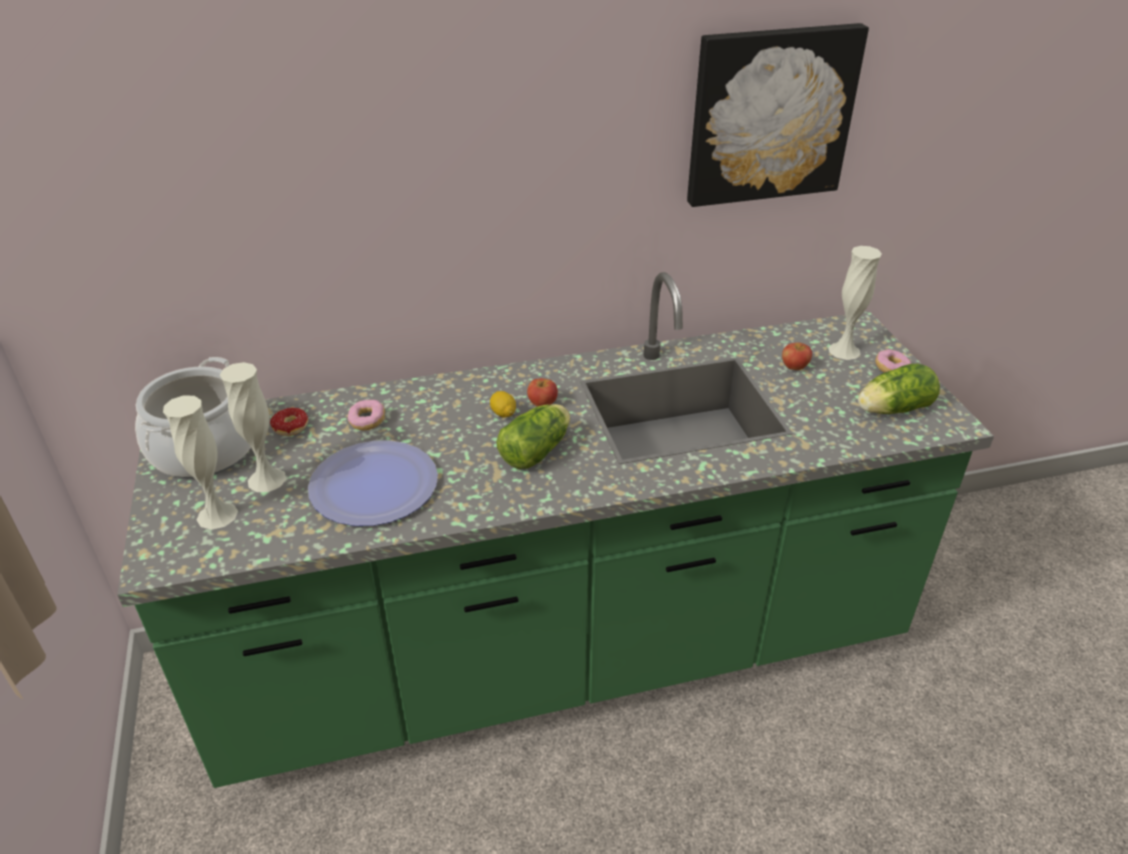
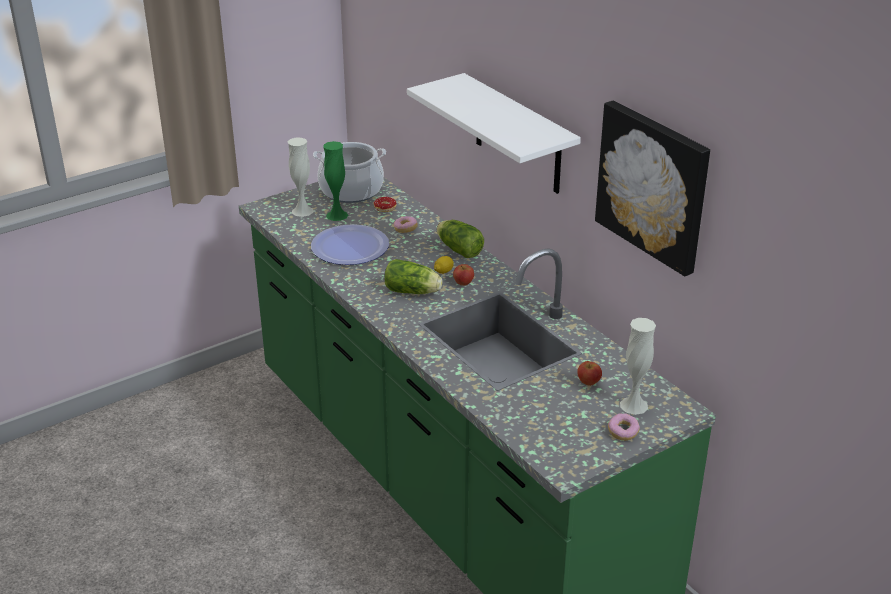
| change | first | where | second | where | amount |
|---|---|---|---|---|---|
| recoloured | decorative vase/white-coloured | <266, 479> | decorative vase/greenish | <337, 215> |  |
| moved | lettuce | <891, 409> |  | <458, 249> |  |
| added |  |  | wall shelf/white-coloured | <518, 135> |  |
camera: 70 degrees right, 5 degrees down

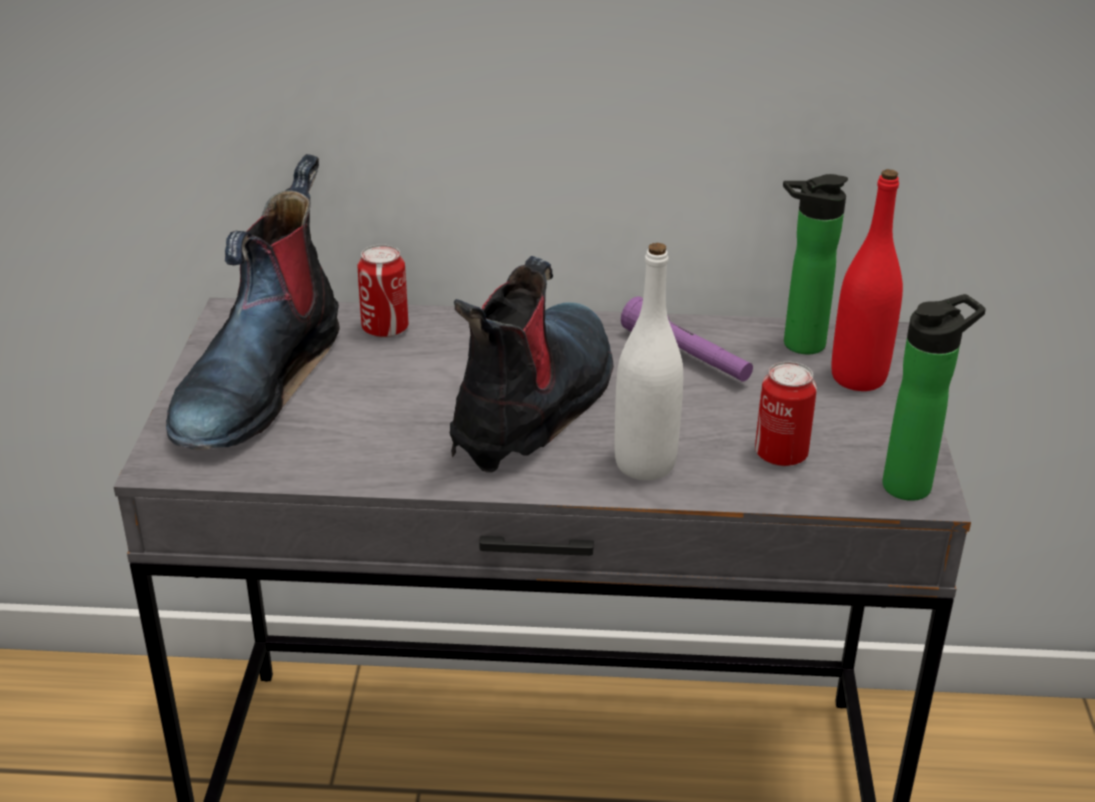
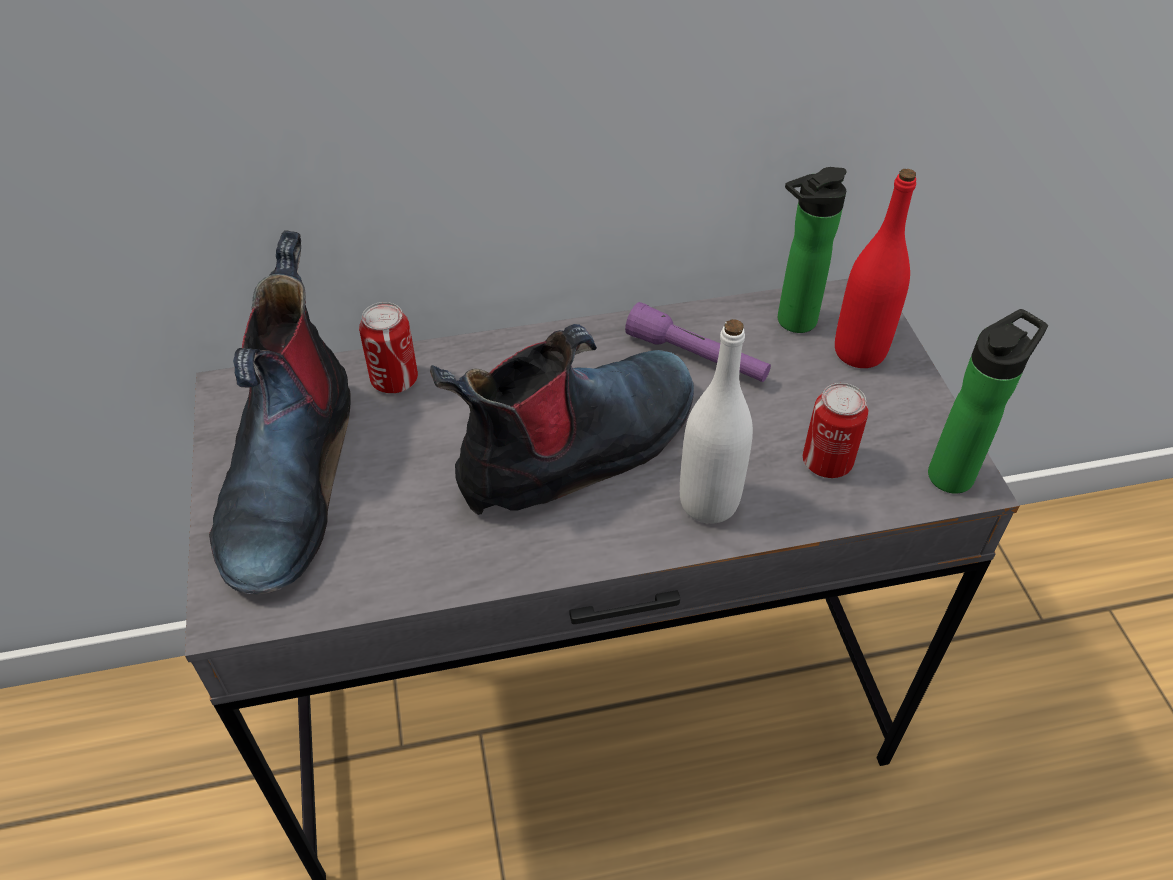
| change | first | where | second | where | amount |
|---|---|---|---|---|---|
| turned | boot | <535, 406> |  | <578, 450> | 45 degrees clockwise |
camera: 15 degrees left, 15 degrees up

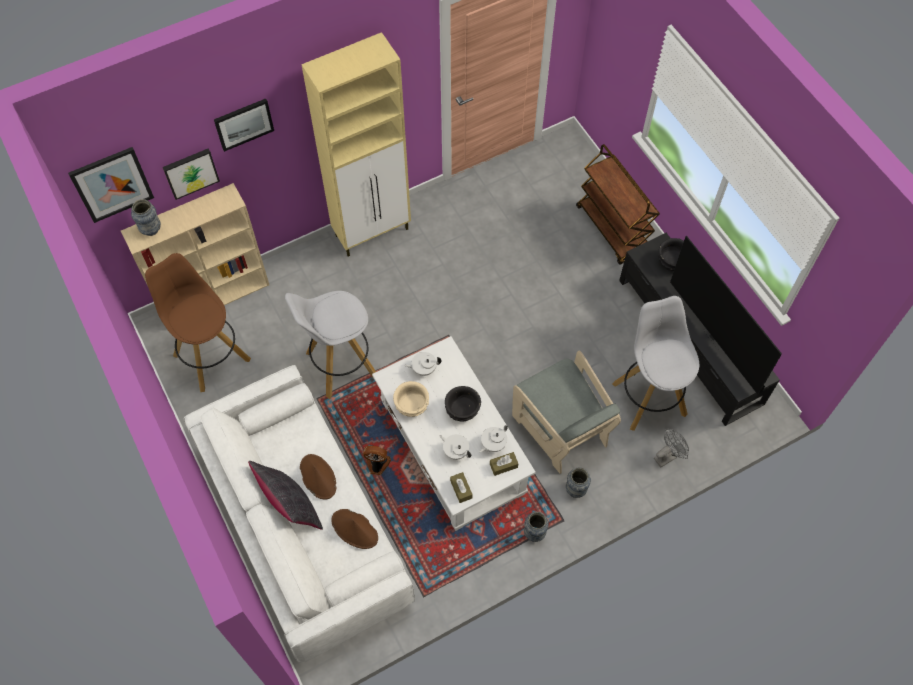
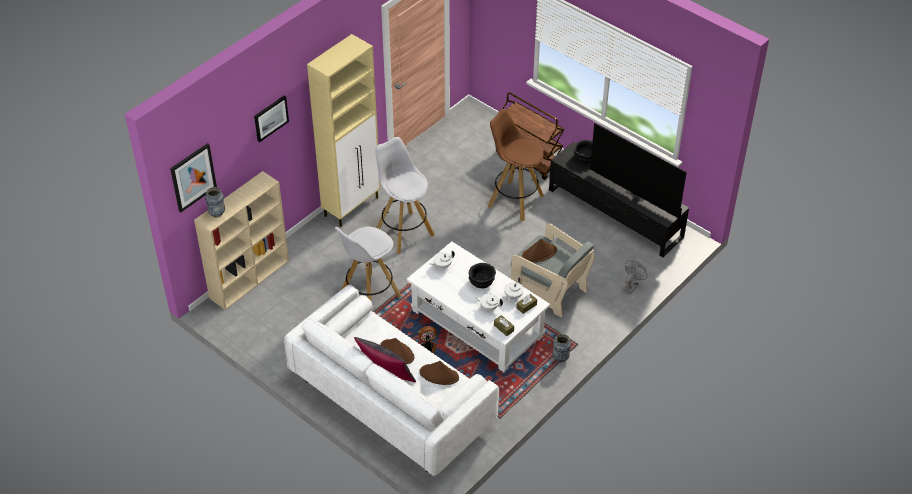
| change | first | where | second | where | amount |
|---|---|---|---|---|---|
| removed | picture | <190, 172> |  |  |  |
| moved | stool/brown | <211, 356> |  | <514, 200> |  |
| moved | stool/white-coloured | <648, 397> |  | <404, 232> |  |
| removed | deep dish/sand-coloured | <411, 405> |  |  |  |
| removed | decorative vase | <575, 490> |  |  |  |
| added |  |  | hat/brown | <539, 253> |  |
camera: 20 degrees left, 15 degrees down

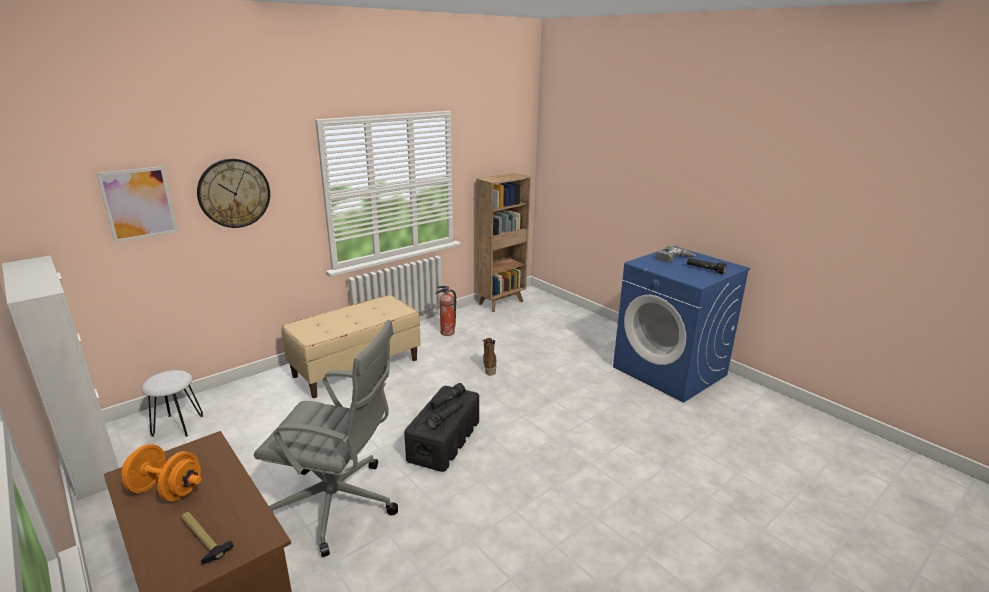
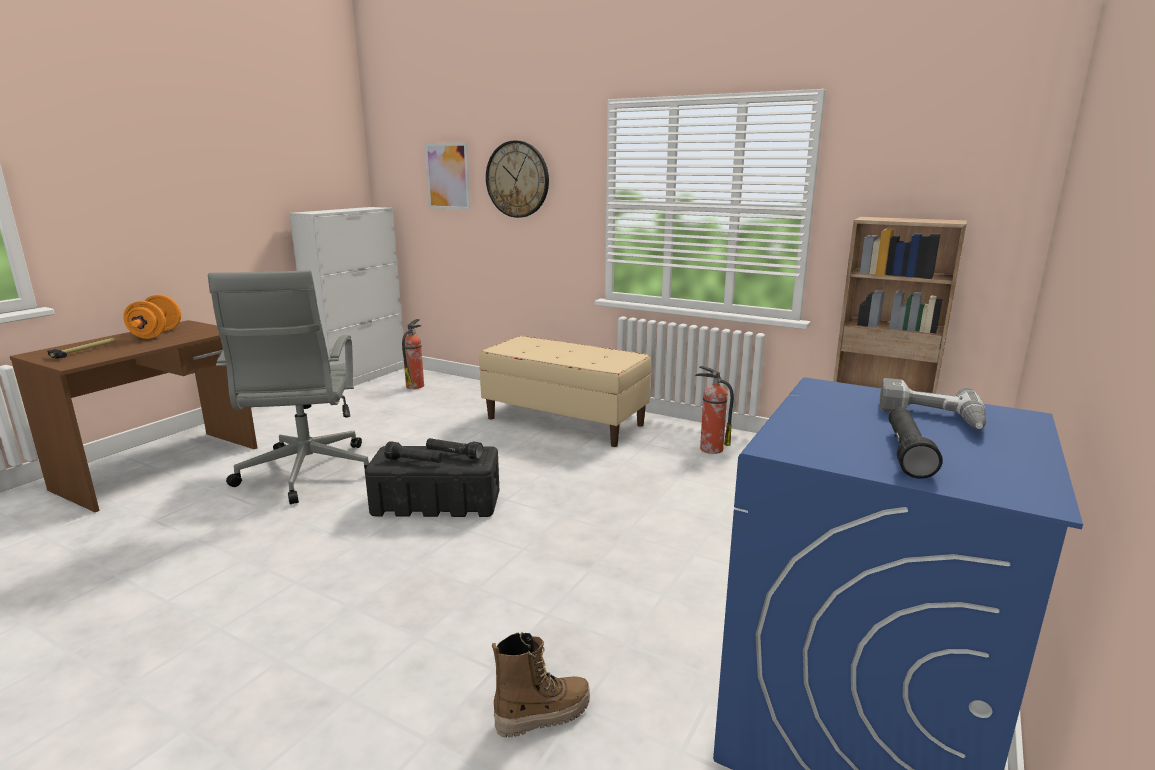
| change | first | where | second | where | amount |
|---|---|---|---|---|---|
| moved | boot | <489, 366> |  | <543, 714> |  |
| replaced | stool/white-coloured | <178, 425> | fire extinguisher | <415, 386> |  |
camera: 70 degrees right, 5 degrees down

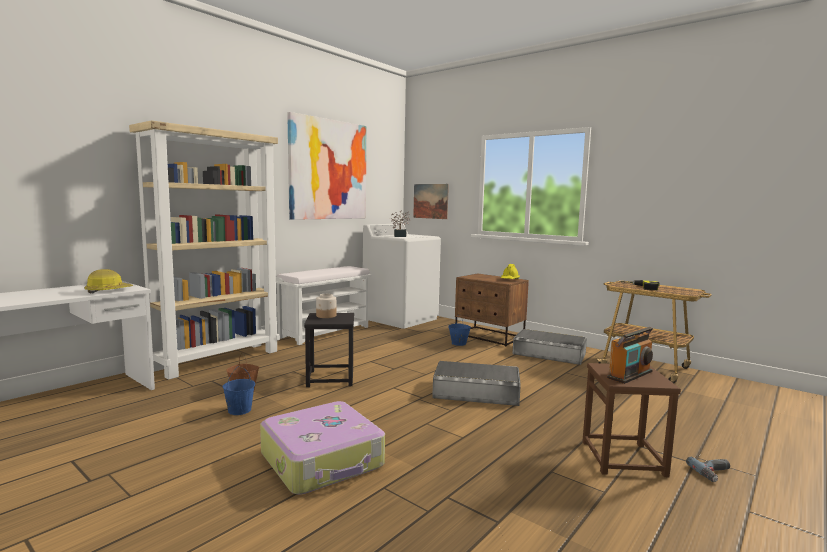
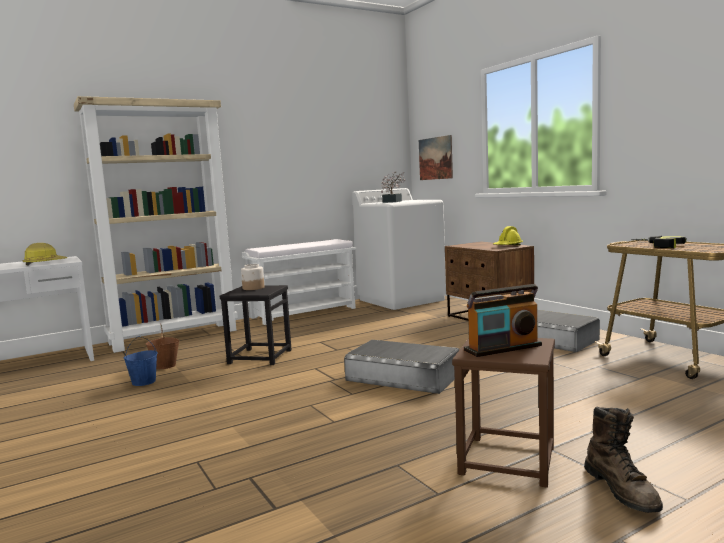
| change | first | where | second | where | amount |
|---|---|---|---|---|---|
| removed | picture | <328, 170> |  |  |  |
| removed | pail/blue | <458, 343> |  |  |  |
| removed | piece of luggage | <323, 460> |  |  |  |
| replaced | drill | <714, 473> | boot/brown | <622, 490> |  |
camera: 20 degrees right, 0 degrees up

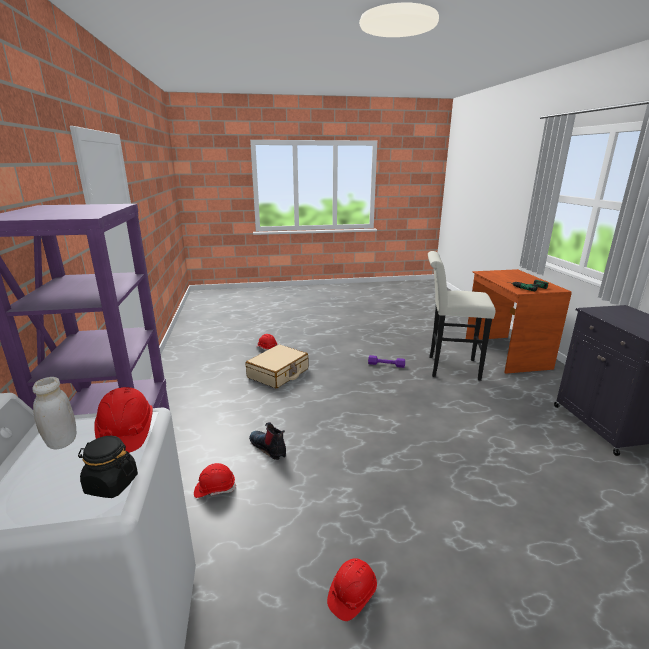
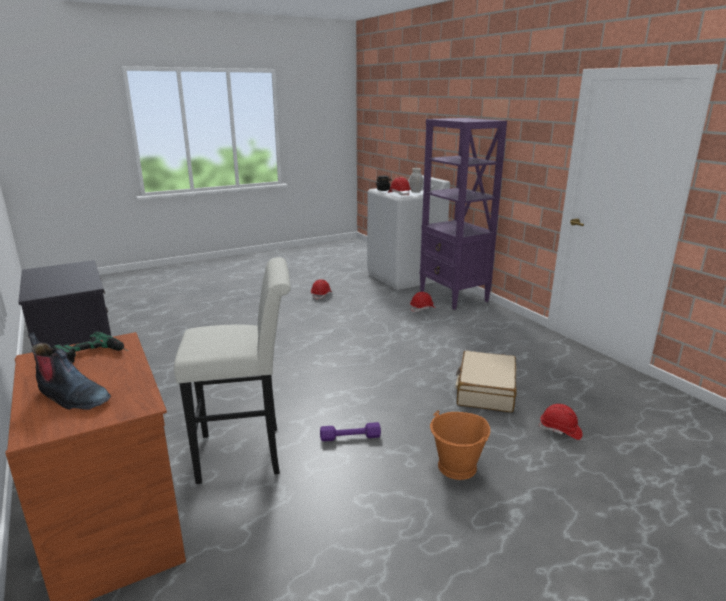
| change | first | where | second | where | amount |
|---|---|---|---|---|---|
| moved | boot | <269, 448> |  | <71, 397> |  |
| added |  |  | pail/orangey | <457, 467> |  |
camera: 160 degrees right, 0 degrees up

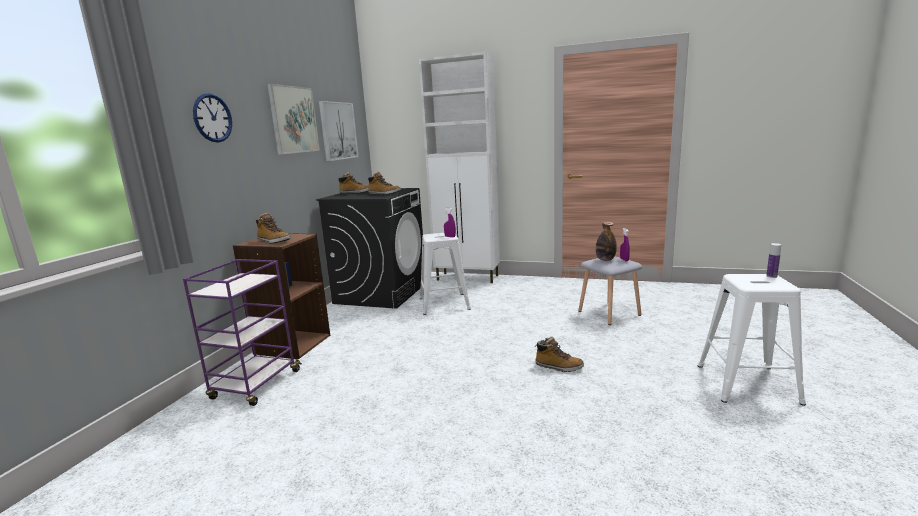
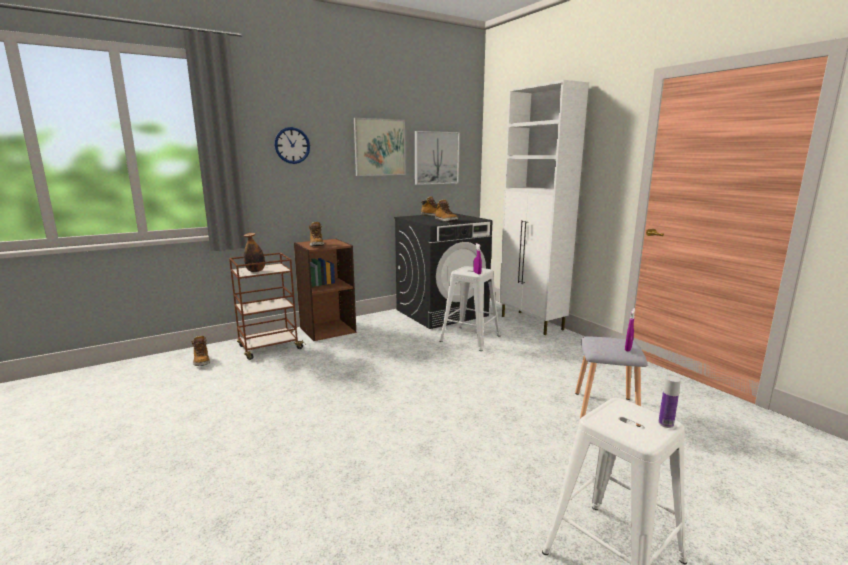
| change | first | where | second | where | amount |
|---|---|---|---|---|---|
| moved | bottle | <605, 259> |  | <255, 271> |  |
| recoloured | trolley/purple-coloured | <255, 385> | trolley/brown | <269, 348> |  |
| moved | boot | <558, 367> |  | <201, 361> |  |
camera: 40 degrees right, 0 degrees up

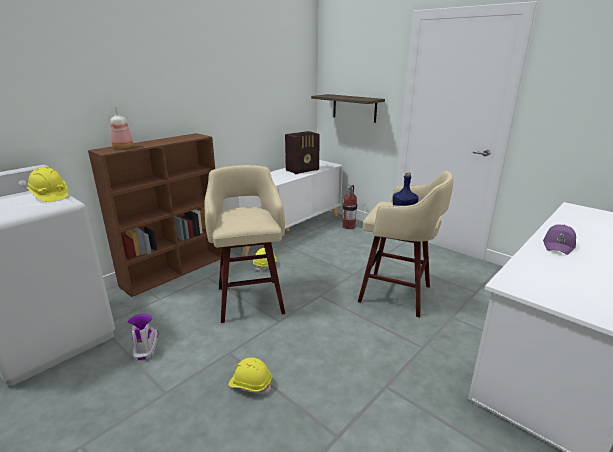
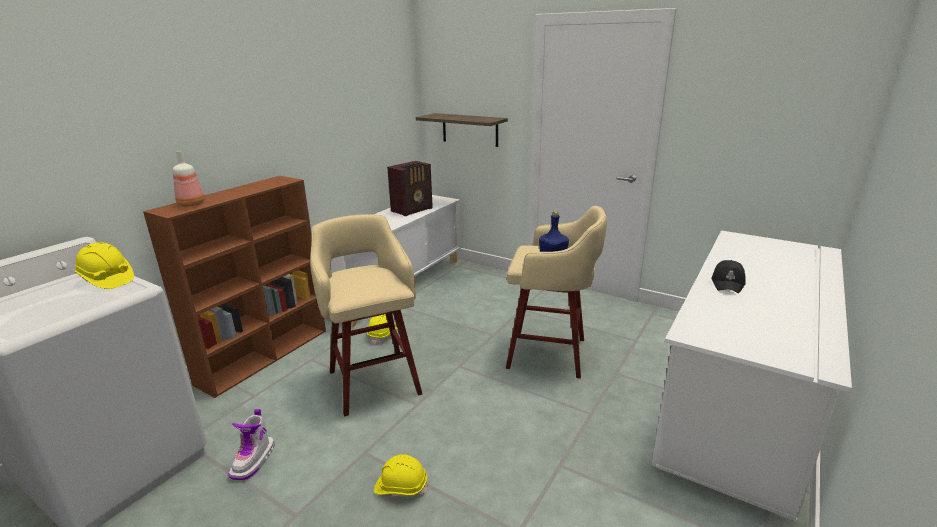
| change | first | where | second | where | amount |
|---|---|---|---|---|---|
| removed | fire extinguisher | <348, 226> |  |  |  |
| recoloured | peaked cap/purple-coloured | <559, 245> | peaked cap/black | <728, 283> |  |
| turned | boot | <146, 347> |  | <254, 461> | 150 degrees counterclockwise |
camera: 10 degrees left, 0 degrees up

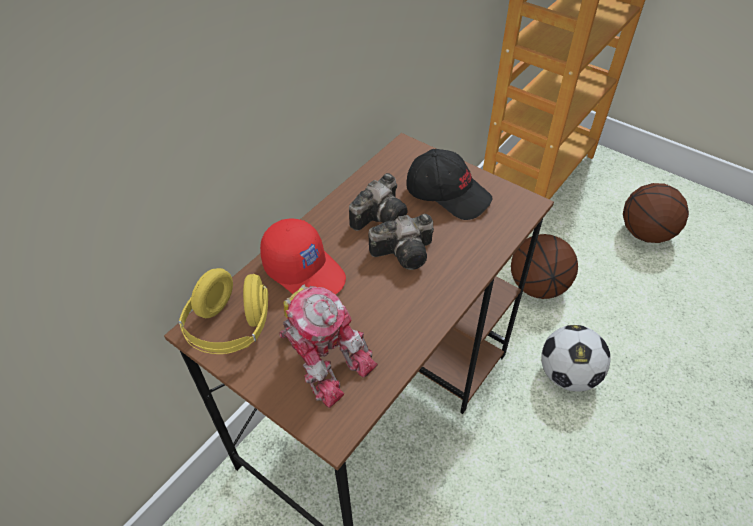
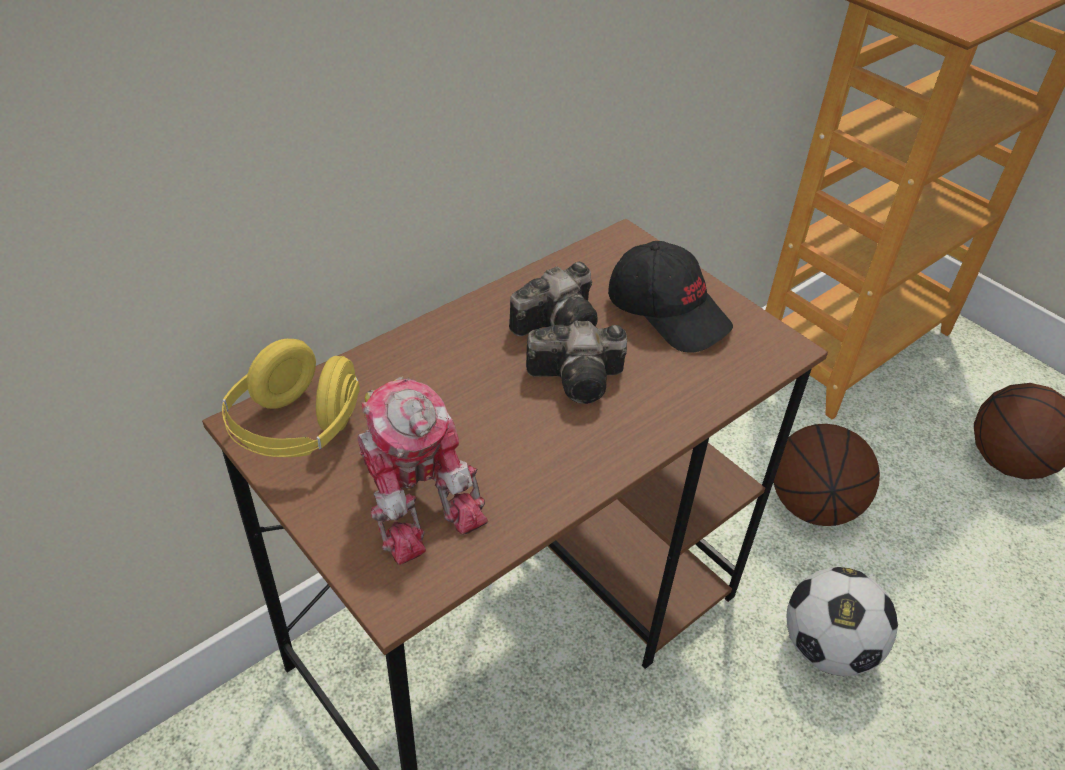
| change | first | where | second | where | amount |
|---|---|---|---|---|---|
| removed | peaked cap/reddish | <305, 270> |  |  |  |
camera: 10 degrees right, 5 degrees down

